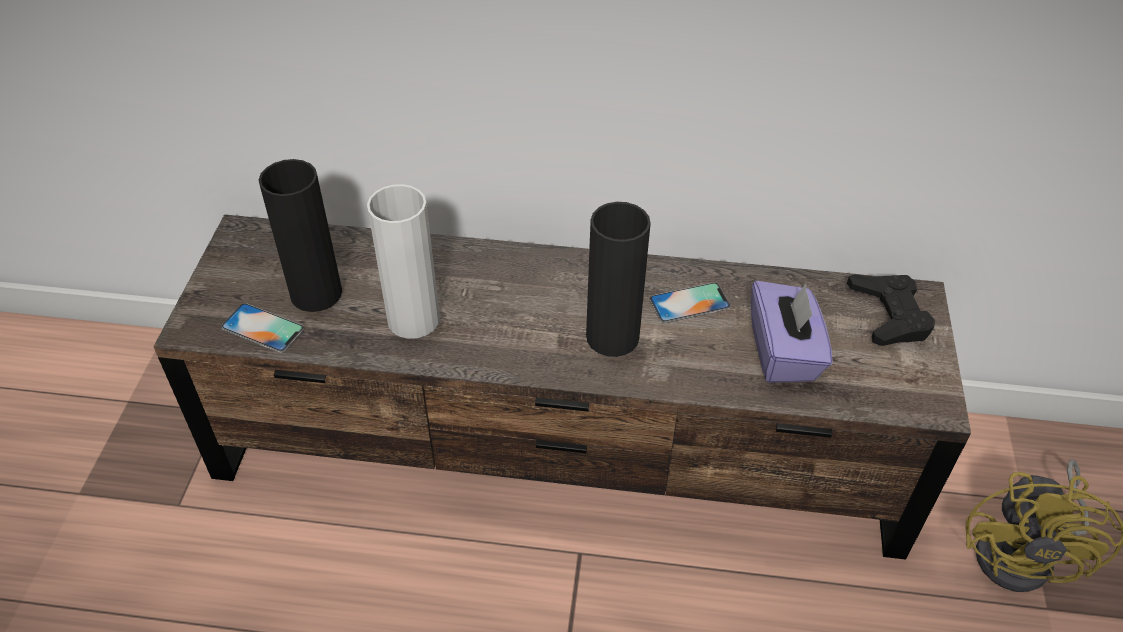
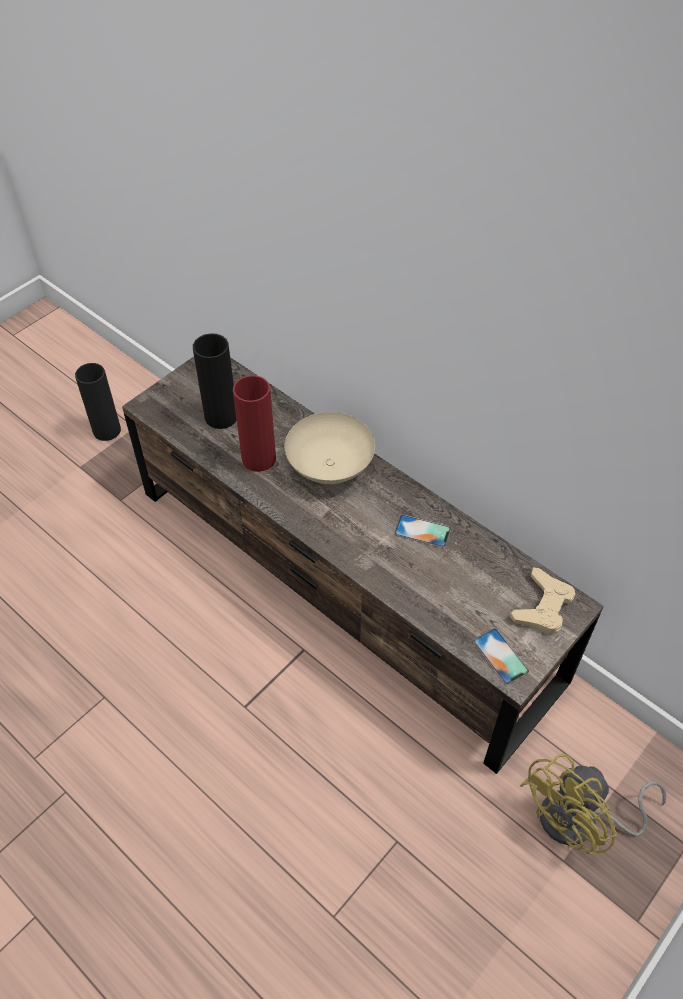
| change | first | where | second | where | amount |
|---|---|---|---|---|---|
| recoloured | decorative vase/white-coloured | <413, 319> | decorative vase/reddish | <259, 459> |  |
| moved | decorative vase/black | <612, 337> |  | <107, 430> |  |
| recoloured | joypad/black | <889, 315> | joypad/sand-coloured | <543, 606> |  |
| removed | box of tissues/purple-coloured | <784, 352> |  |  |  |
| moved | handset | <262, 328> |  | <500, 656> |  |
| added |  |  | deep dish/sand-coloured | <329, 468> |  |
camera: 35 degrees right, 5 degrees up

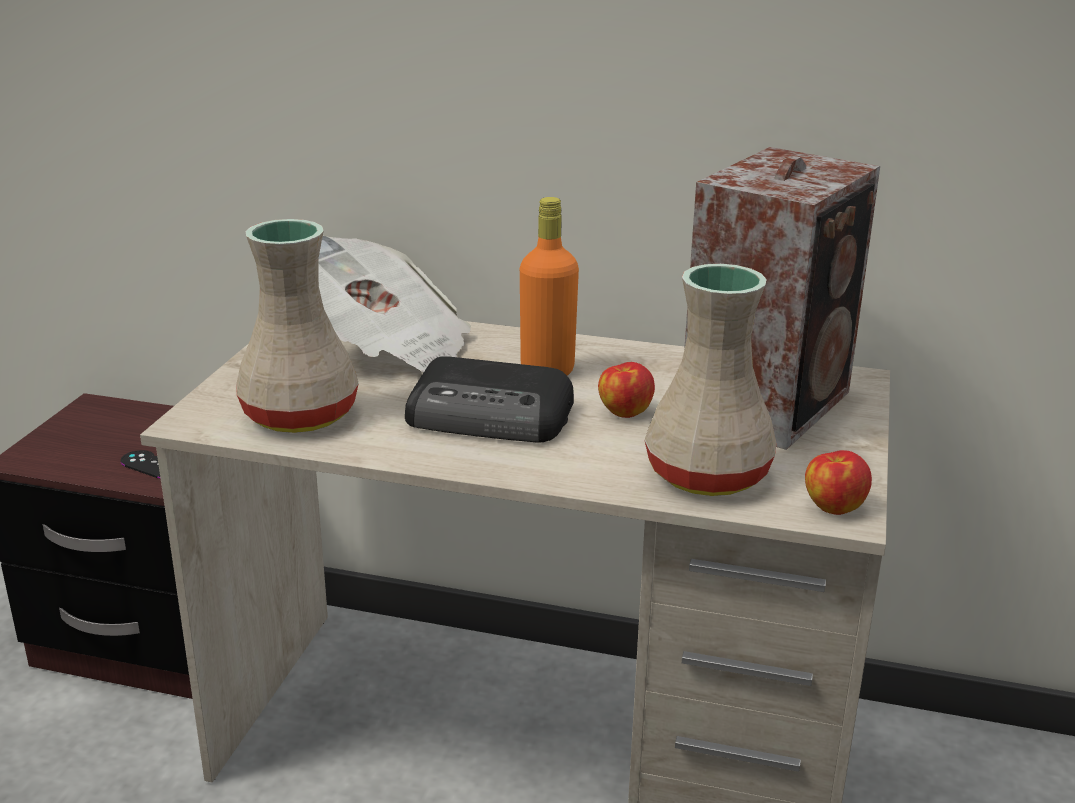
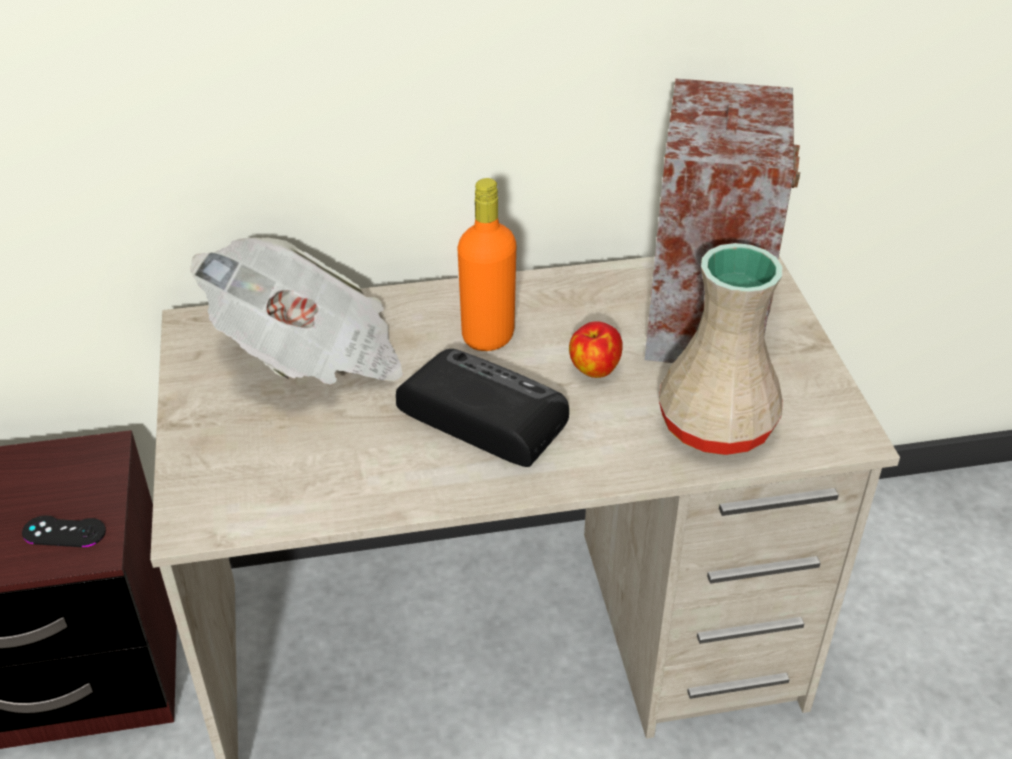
| change | first | where | second | where | amount |
|---|---|---|---|---|---|
| removed | decorative vase/sand-coloured | <297, 415> |  |  |  |
| turned | radio set | <491, 416> |  | <481, 414> | 135 degrees counterclockwise |
| removed | apple fruit | <833, 506> |  |  |  |
camera: 25 degrees left, 15 degrees up

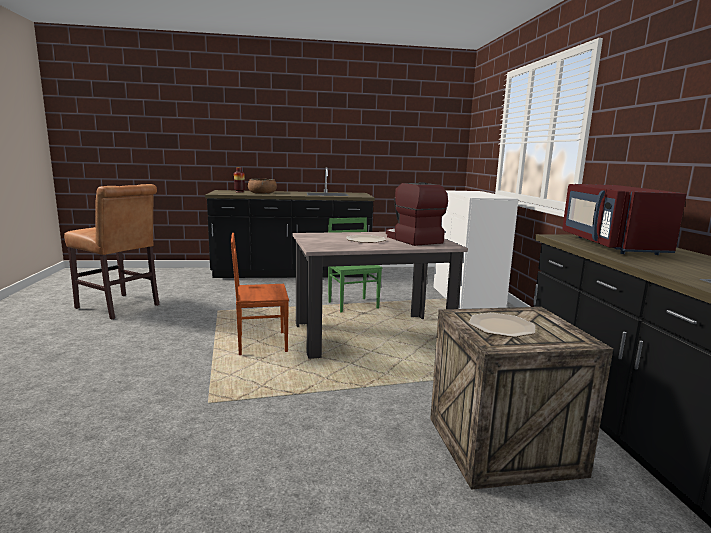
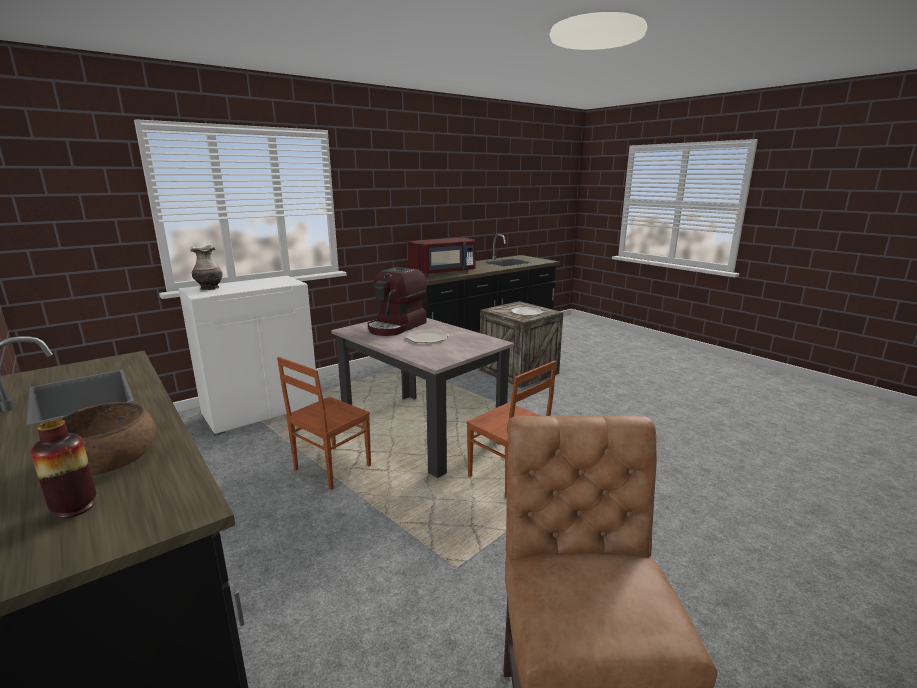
| change | first | where | second | where | amount |
|---|---|---|---|---|---|
| recoloured | upright chair/greenish | <353, 305> | upright chair/brown | <331, 468> |  |
| added |  |  | decorative vase | <210, 288> |  |
camera: 120 degrees left, 5 degrees up

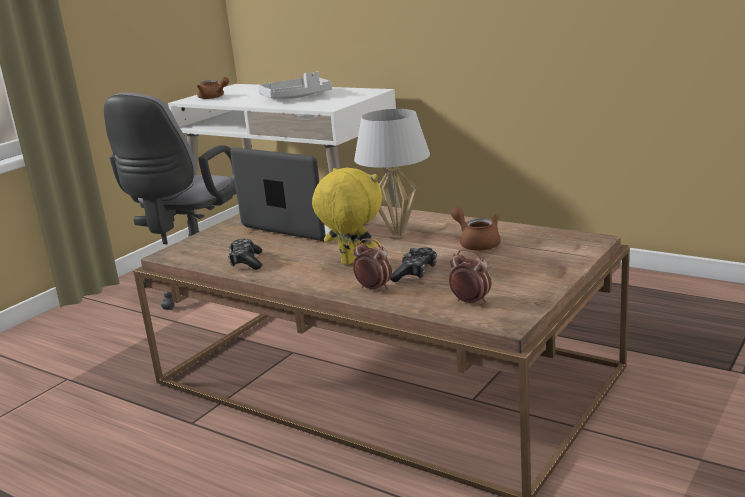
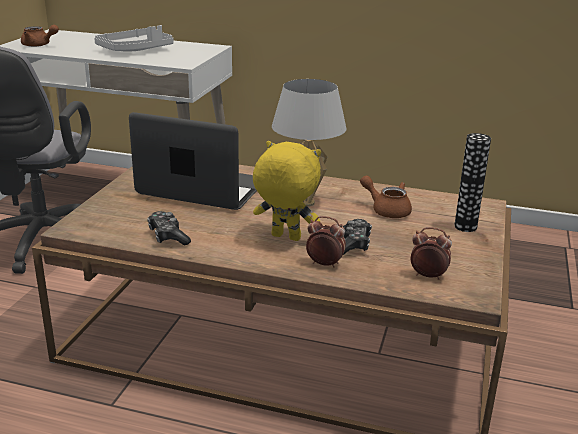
| change | first | where | second | where | amount |
|---|---|---|---|---|---|
| added |  |  | decorative vase | <465, 227> |  |
camera: 20 degrees left, 5 degrees up

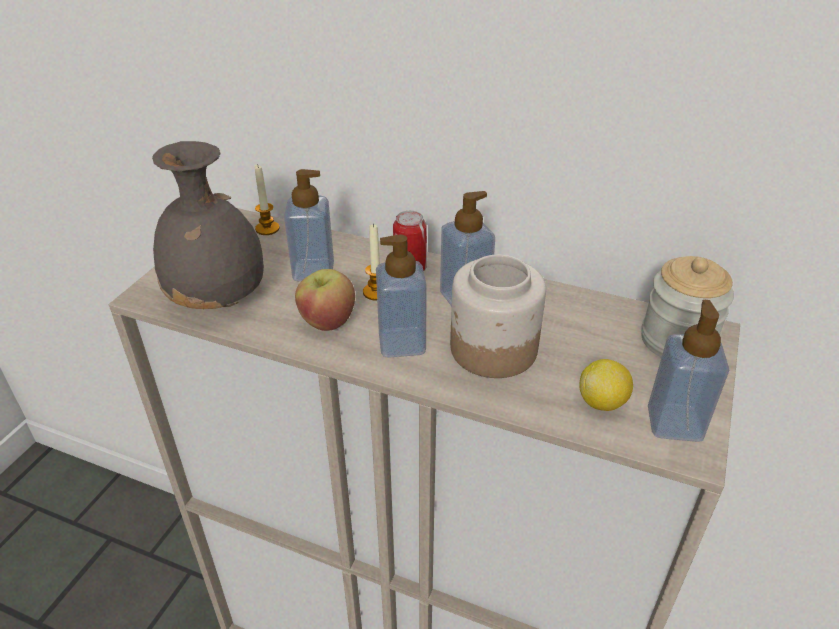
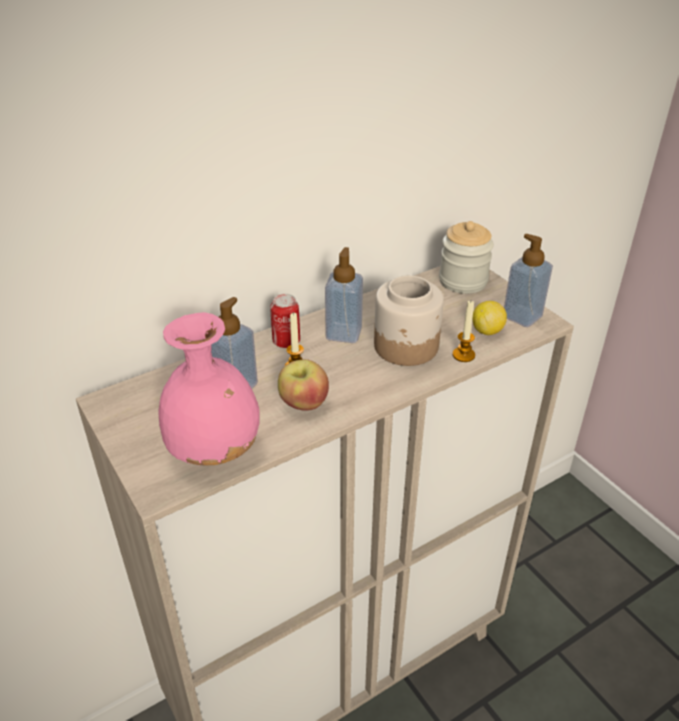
| change | first | where | second | where | amount |
|---|---|---|---|---|---|
| recoloured | decorative vase/gray | <219, 300> | decorative vase/pinkish | <215, 449> |  |
| moved | wax light | <267, 229> |  | <463, 355> |  |
| removed | soap bottle | <402, 343> |  |  |  |
camera: 55 degrees left, 0 degrees up

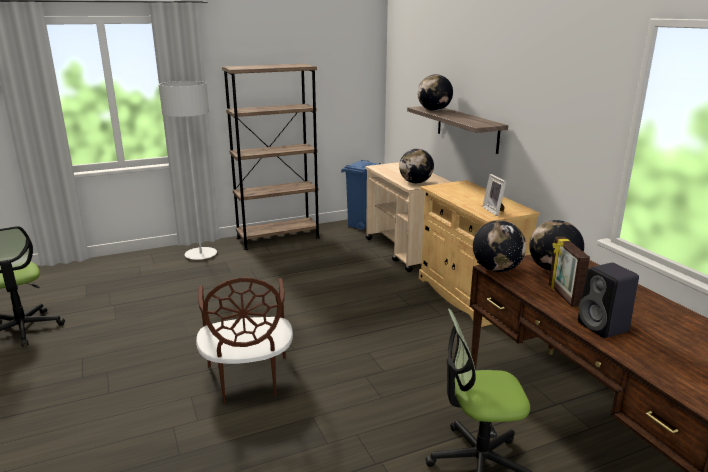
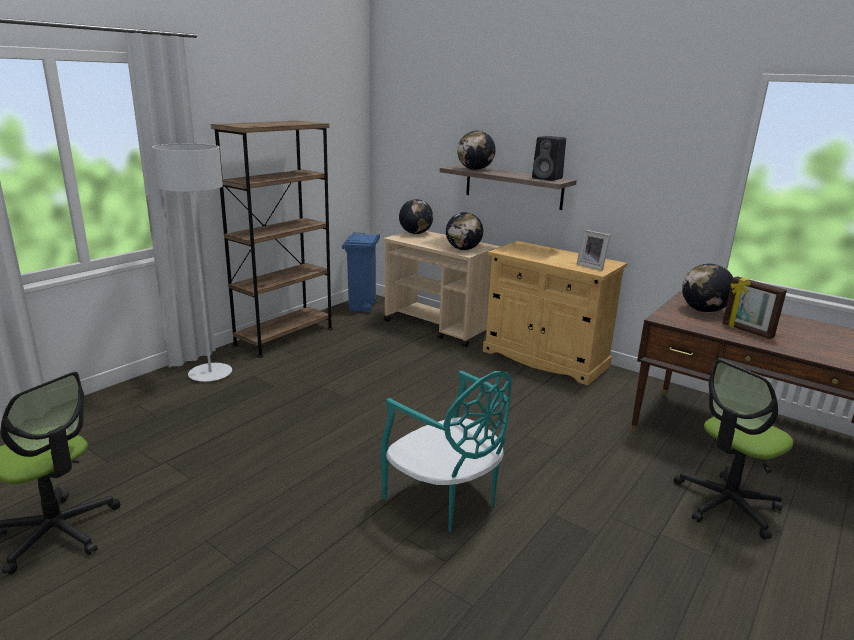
| change | first | where | second | where | amount |
|---|---|---|---|---|---|
| moved | desk globe | <497, 269> |  | <415, 233> |  |
| moved | audio speaker/black | <604, 327> |  | <548, 178> |  |
| recoloured | upright chair/brown | <248, 380> | upright chair/turquoise-coloured | <445, 499> |  |
camera: 30 degrees left, 0 degrees up

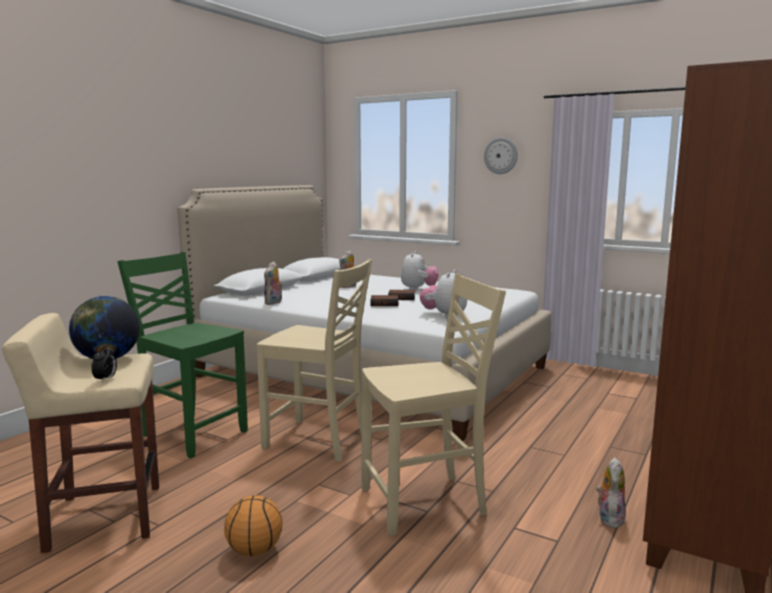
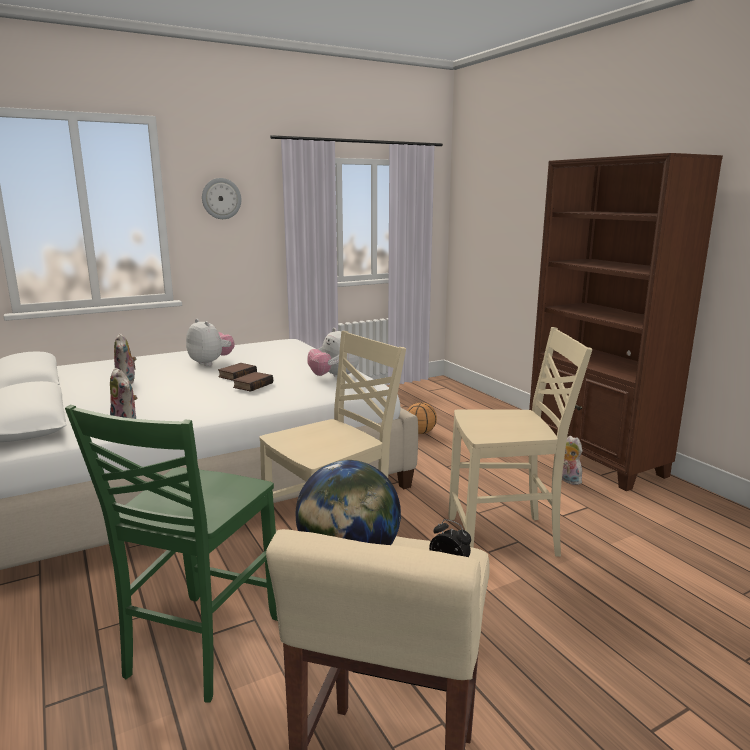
| change | first | where | second | where | amount |
|---|---|---|---|---|---|
| turned | upright chair/greenish | <192, 433> |  | <201, 646> | 45 degrees counterclockwise |
| turned | upright chair/sand-coloured | <426, 503> |  | <505, 538> | 75 degrees clockwise |
| moved | ball for basketball | <255, 551> |  | <420, 432> |  |
camera: 60 degrees left, 5 degrees up

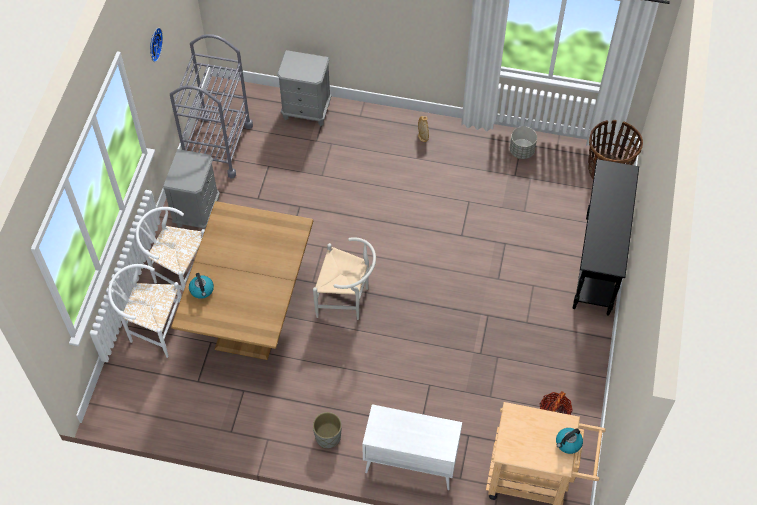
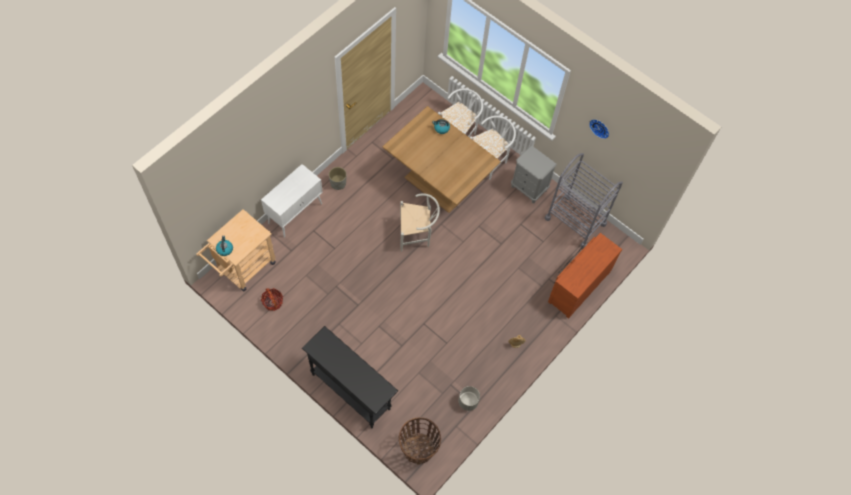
| change | first | where | second | where | amount |
|---|---|---|---|---|---|
| replaced | night table/gray | <306, 111> | dresser/brown | <577, 285> |  |
| turned | upright chair/white-coloured | <347, 300> |  | <417, 235> | 135 degrees counterclockwise |
camera: 115 degrees right, 5 degrees up

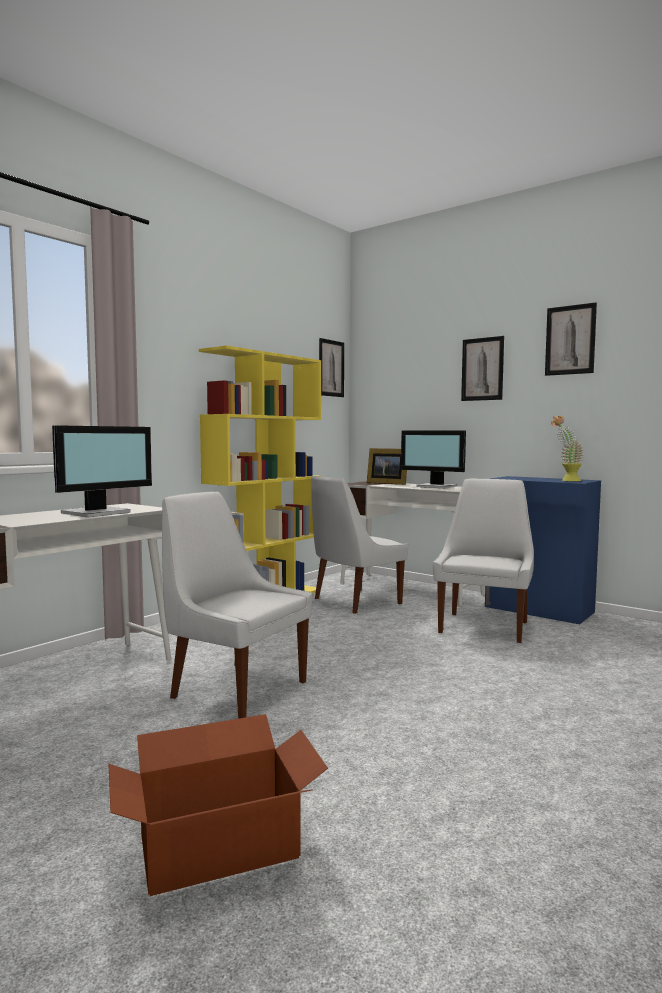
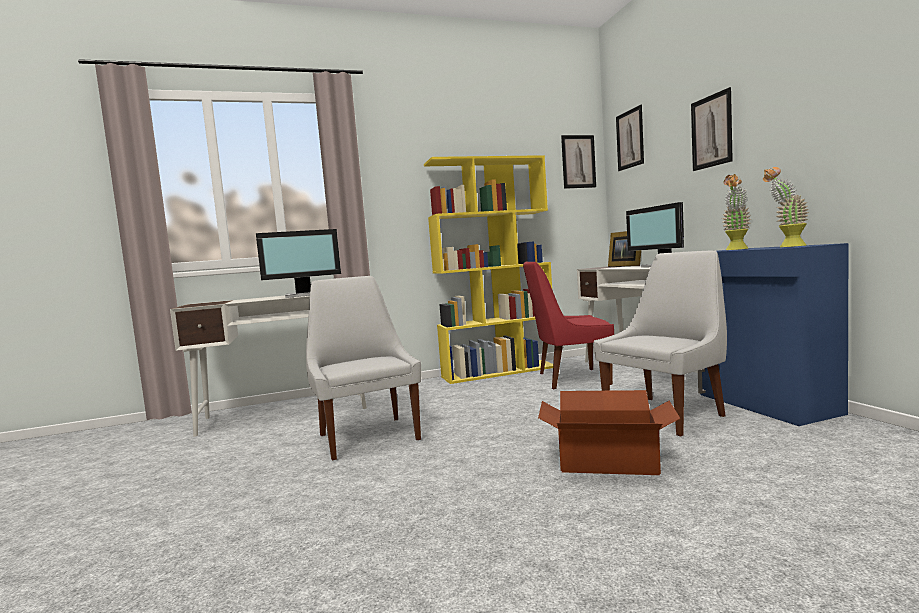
| change | first | where | second | where | amount |
|---|---|---|---|---|---|
| moved | picture | <570, 340> |  | <630, 139> |  |
| recoloured | upright chair/white-coloured | <354, 602> | upright chair/reddish | <570, 379> |  |
| moved | carton | <217, 845> |  | <606, 460> |  |
| added |  |  | houseplant | <736, 249> |  |
camera: 35 degrees right, 0 degrees up

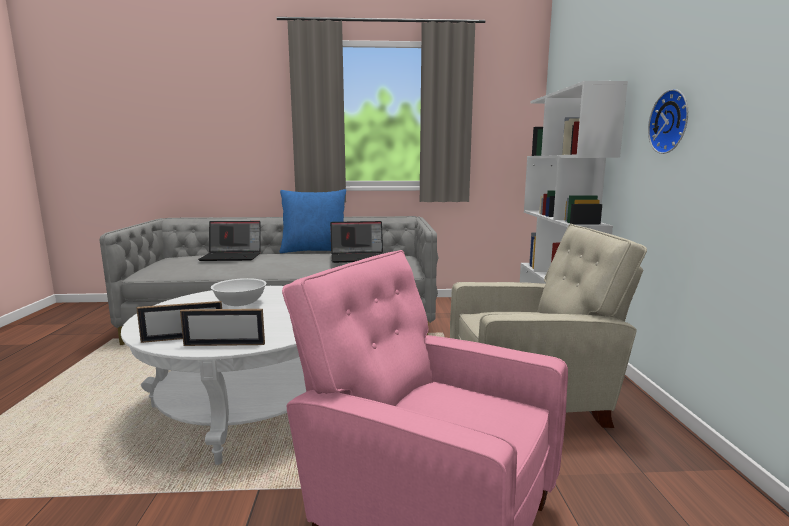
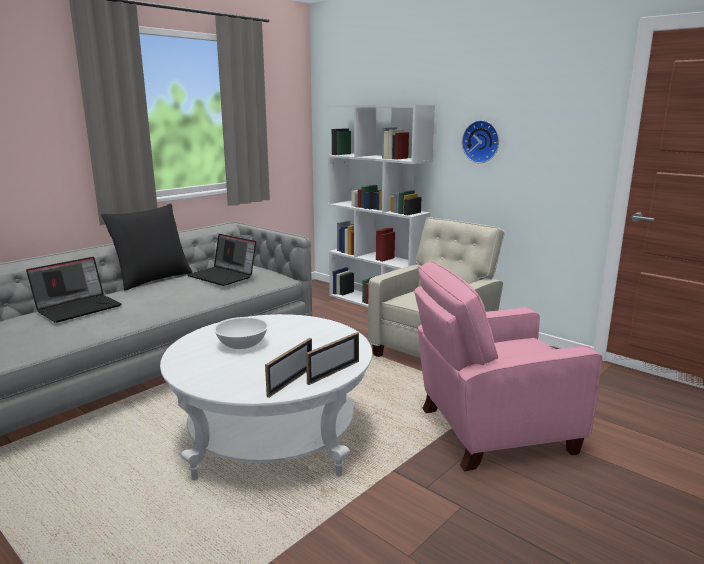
| change | first | where | second | where | amount |
|---|---|---|---|---|---|
| recoloured | throw pillow/blue | <314, 251> | throw pillow/black | <152, 279> |  |
| turned | notebook computer | <358, 258> |  | <223, 276> | 90 degrees clockwise |
camera: 45 degrees left, 5 degrees up

